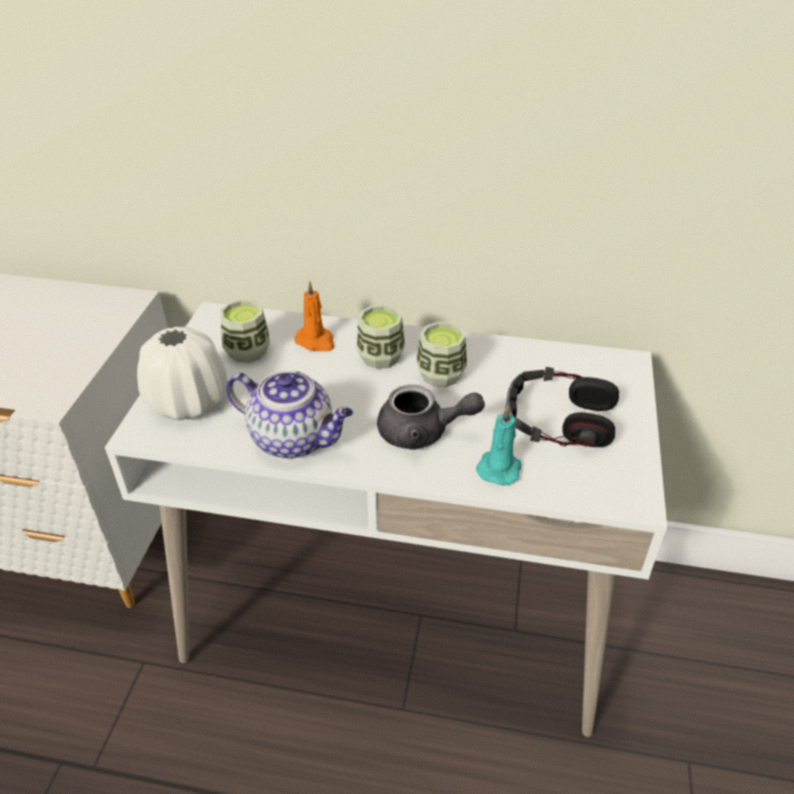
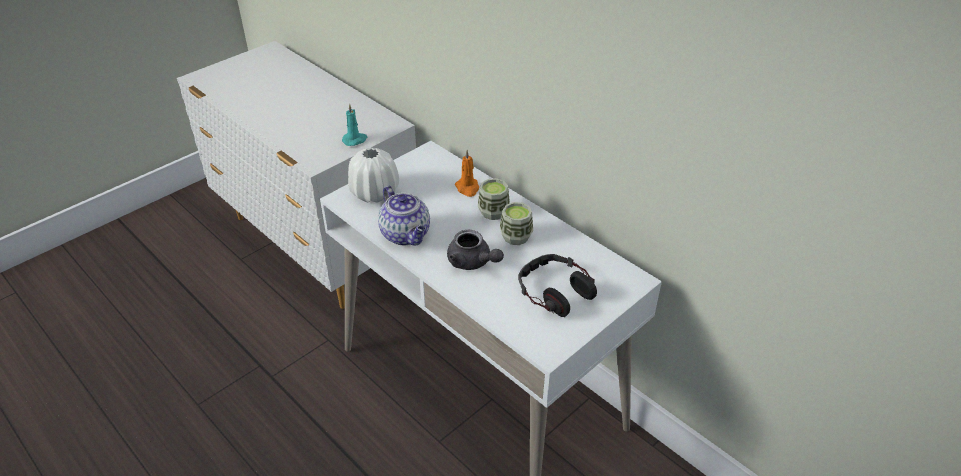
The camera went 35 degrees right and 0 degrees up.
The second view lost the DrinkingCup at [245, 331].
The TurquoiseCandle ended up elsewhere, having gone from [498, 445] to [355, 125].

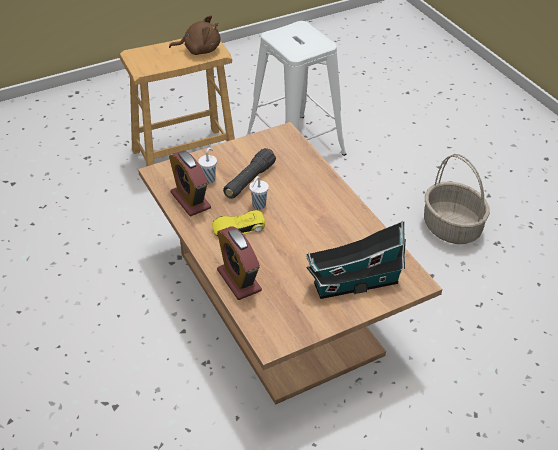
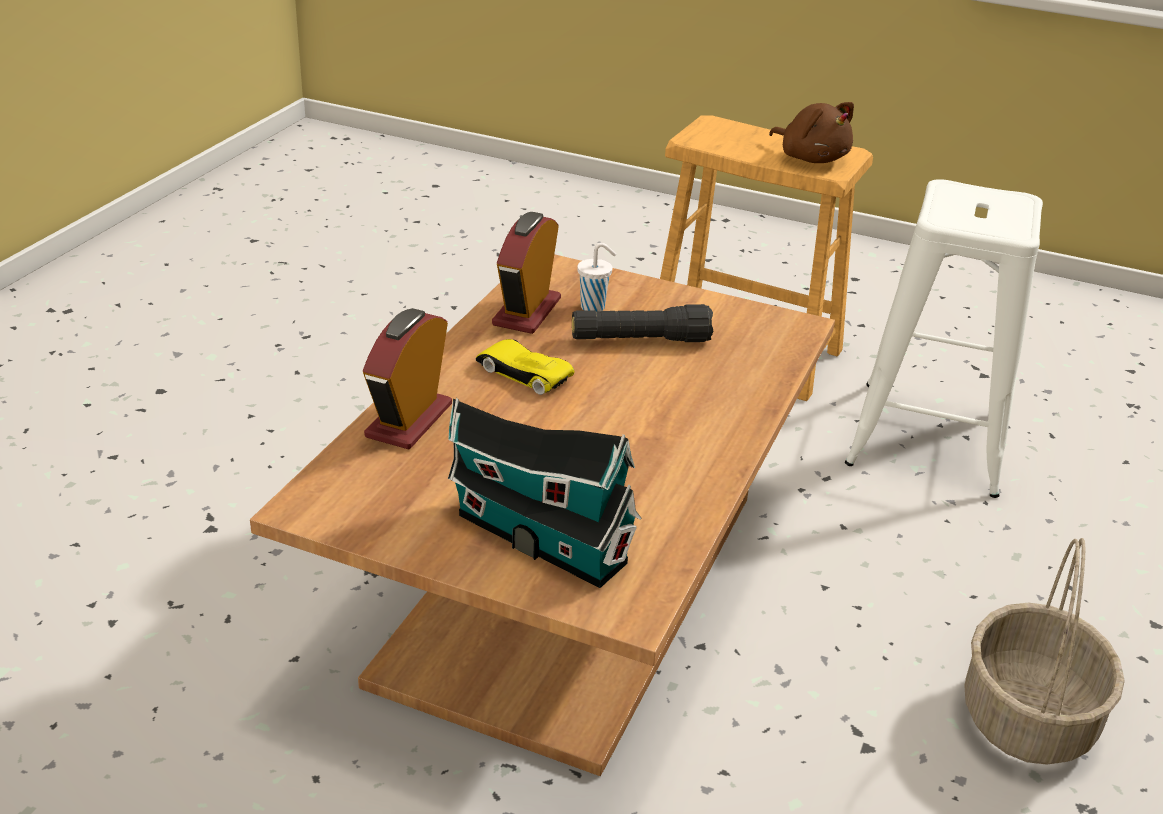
The camera went 50 degrees right and 10 degrees down.
The second view lost the WhiteDrinkingCup at [259, 193].

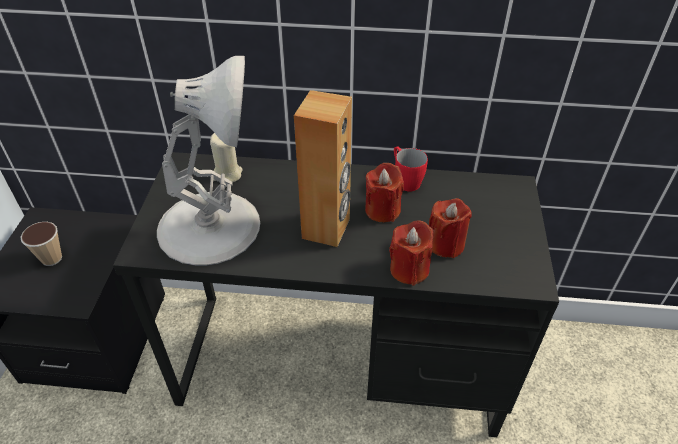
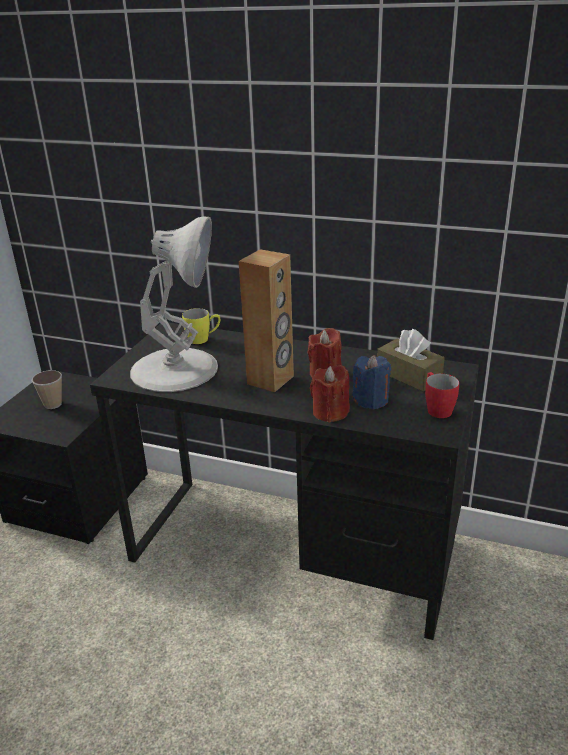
The camera went 15 degrees right and 15 degrees down.
Where the BeigeColouredCandle stood at [226, 157], the YellowishMug came to stand at [201, 326].
The RedMug ended up elsewhere, having gone from [411, 169] to [442, 395].
What was the RedCandle at [450, 228] turned into the BluishCandle at [371, 382].
The second view gained the BrownishTissueHolder at [411, 360].

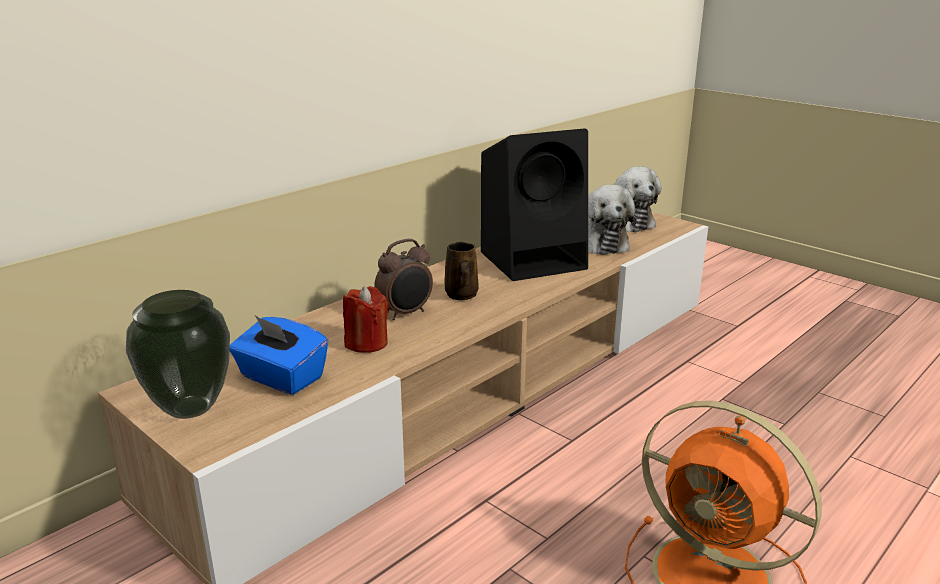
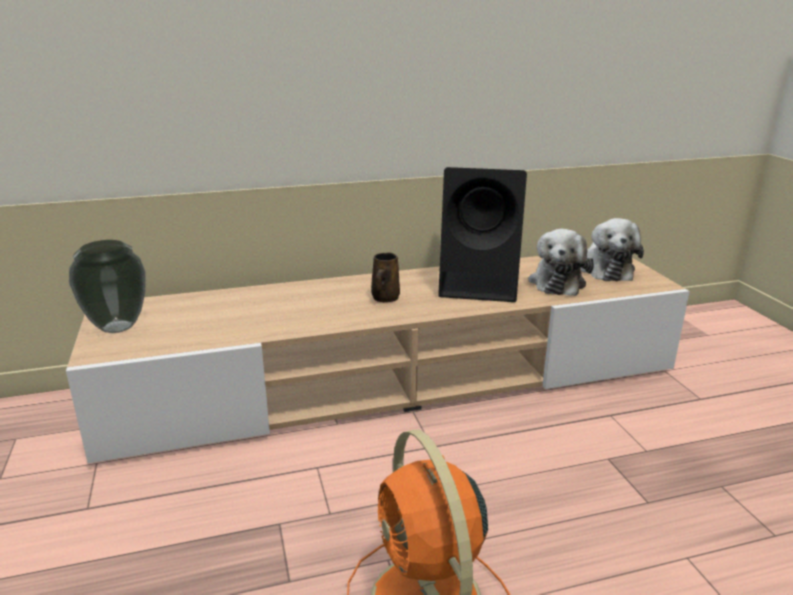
The camera went 30 degrees right and 0 degrees up.
The second view lost the BedsideClock at [403, 279].
The second view lost the RedCandle at [366, 319].
The second view lost the BluishTissueHolder at [279, 355].

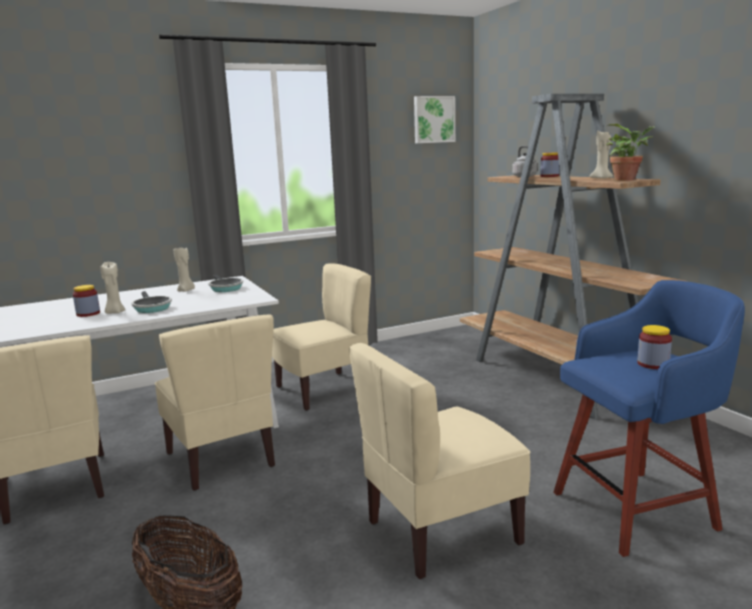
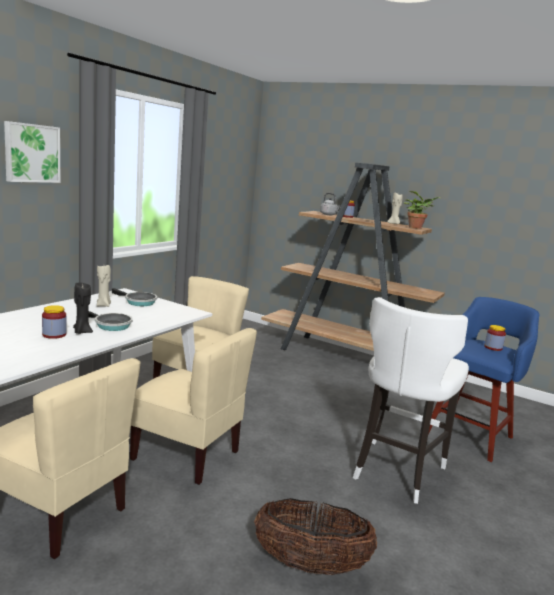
The camera went 35 degrees left and 0 degrees up.
The WallArt ended up elsewhere, having gone from [434, 119] to [32, 152].
What was the BeigeColouredCandle at [112, 288] turned into the BlackColouredCandle at [83, 308].
Where the BeigeColouredChair stood at [439, 461], the WhiteStool came to stand at [411, 400].

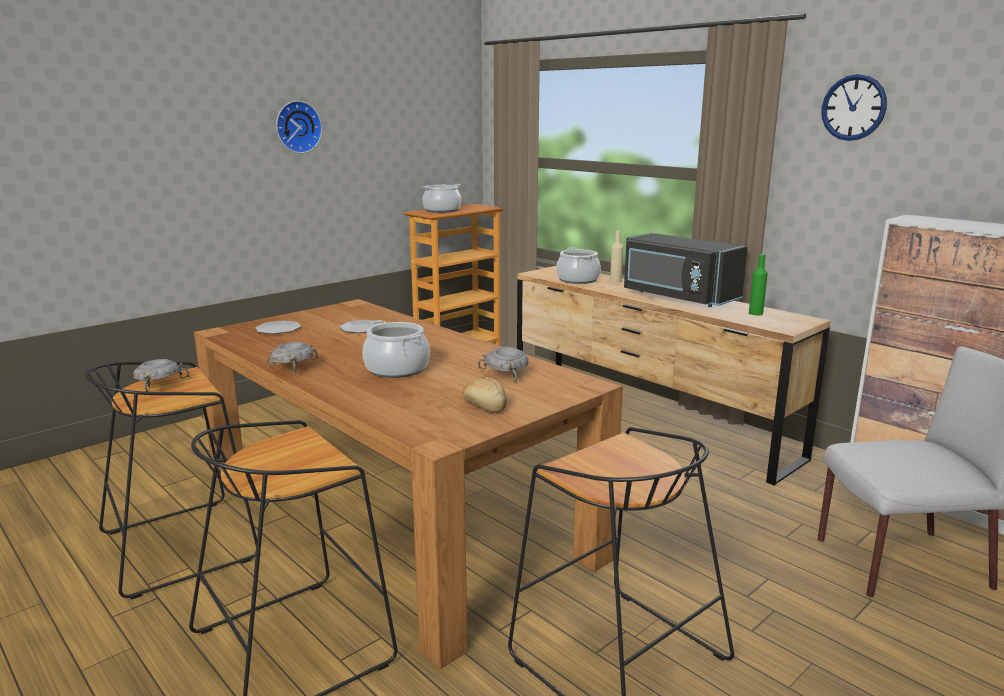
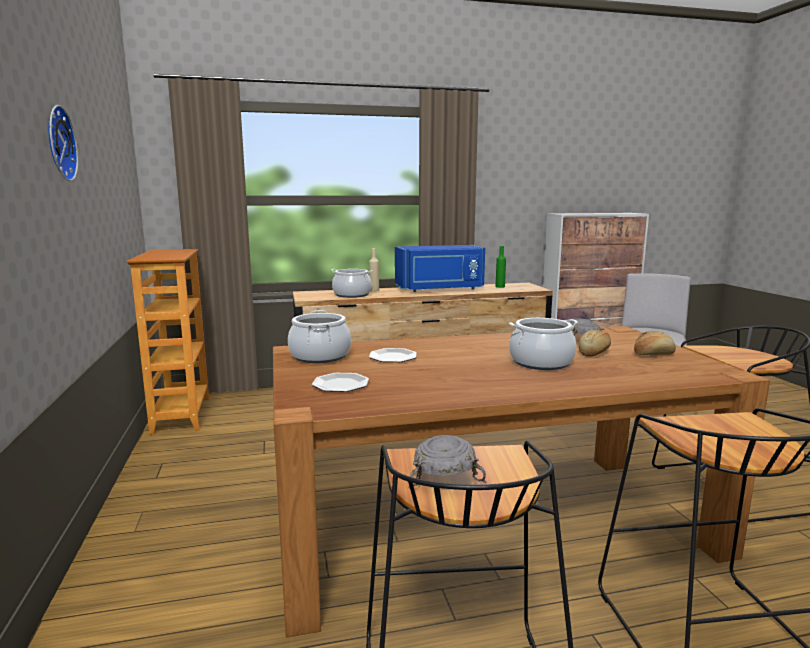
The camera went 60 degrees left and 5 degrees down.
The second view lost the HangingClock at [854, 107].
The CookingPot ended up elsewhere, having gone from [442, 198] to [319, 336].
What was the BlackColouredMicrowave at [686, 270] turned into the BluishMicrowave at [440, 268].
The second view lost the GreyBowl at [293, 358].
The second view gained the BakedBread at [595, 343].

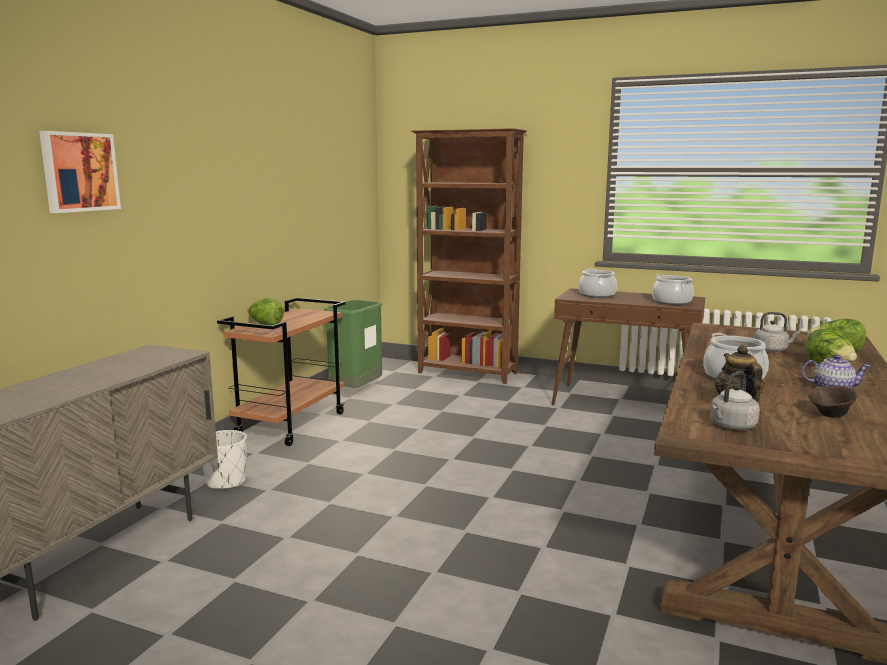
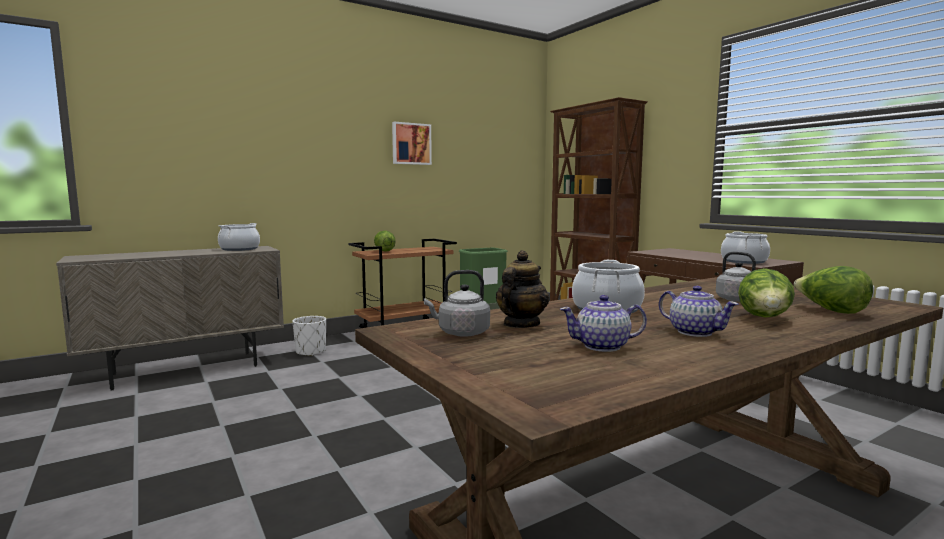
The camera went 35 degrees right and 5 degrees down.
The WallArt ended up elsewhere, having gone from [80, 172] to [412, 143].
The CookingPot ended up elsewhere, having gone from [598, 283] to [239, 237].
Where the BrownishBowl stood at [833, 402], the PotForTea came to stand at [603, 323].

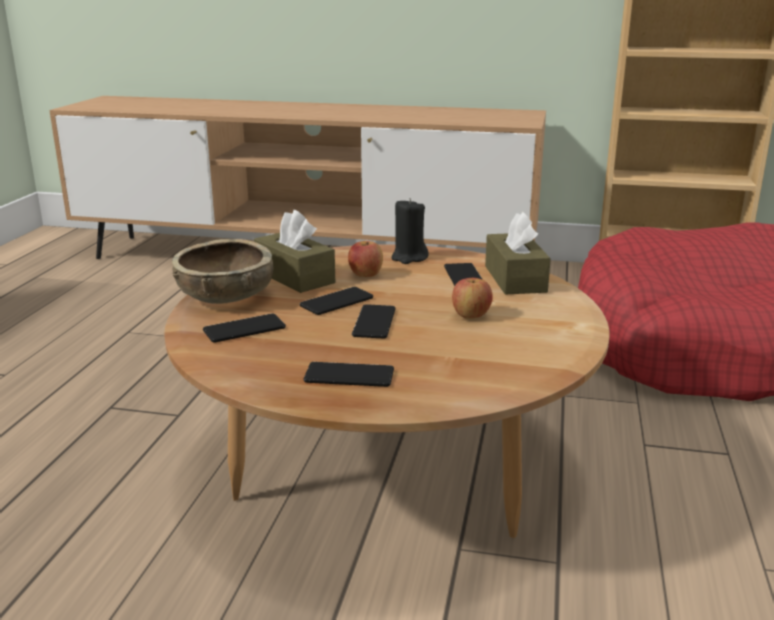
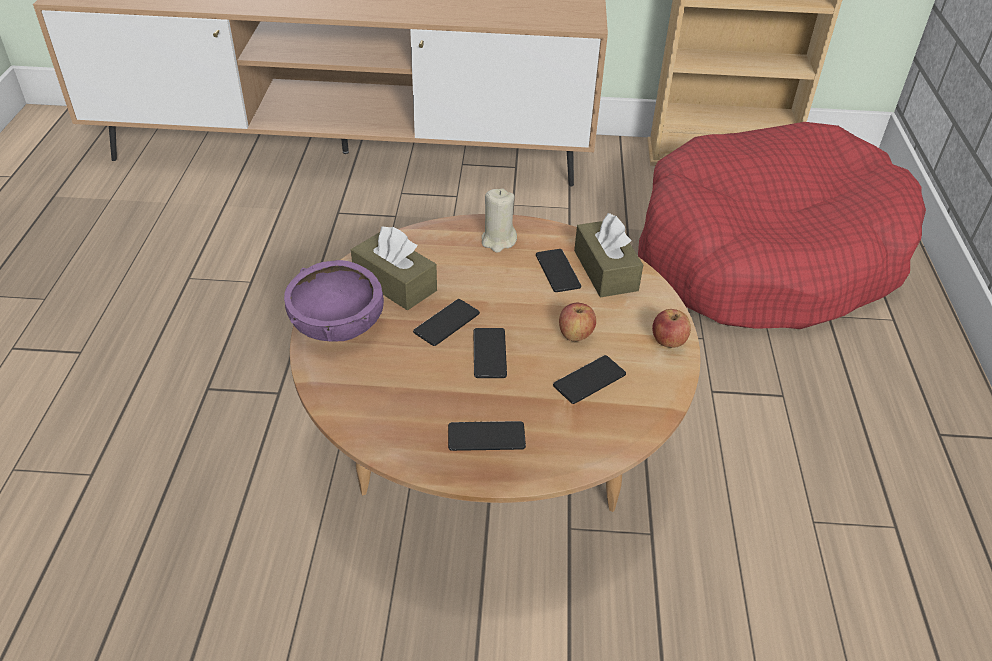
The camera went 10 degrees left and 20 degrees up.
What was the BlackColouredCandle at [410, 231] turned into the BeigeColouredCandle at [499, 220].
What was the BrownishBowl at [223, 271] turned into the PurplishBowl at [334, 301].
The Apple ended up elsewhere, having gone from [365, 259] to [671, 328].
The Phone ended up elsewhere, having gone from [244, 328] to [589, 379].

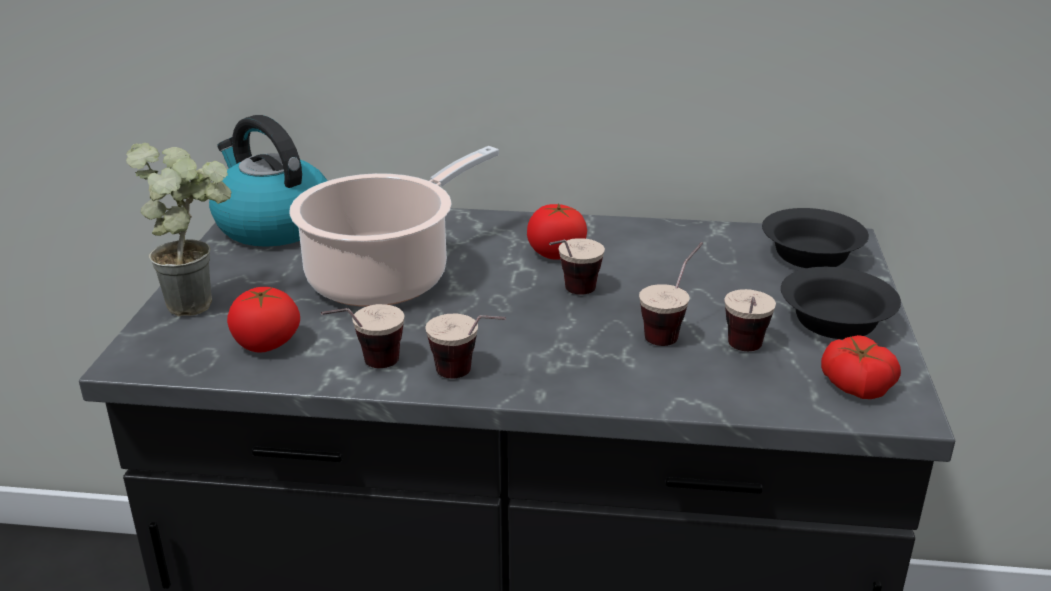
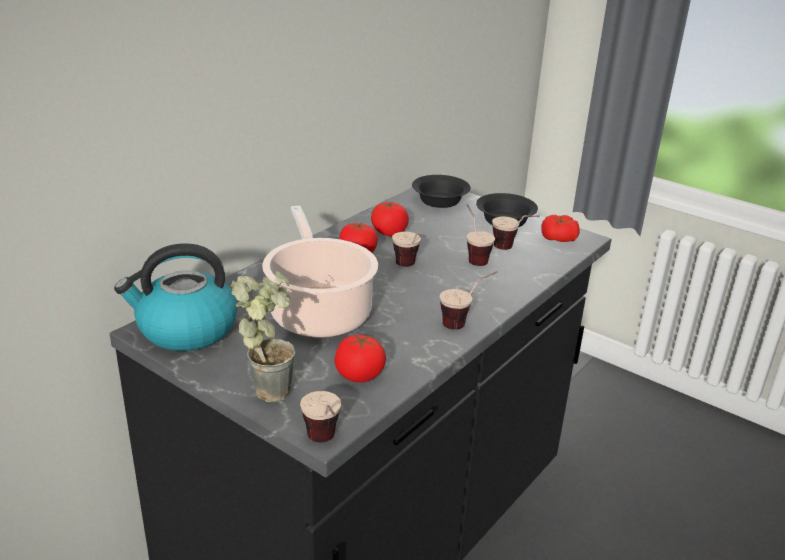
The camera went 60 degrees left and 0 degrees up.
The DrinkingCup ended up elsewhere, having gone from [362, 336] to [320, 417].
The second view gained the FreshTomato at [390, 219].

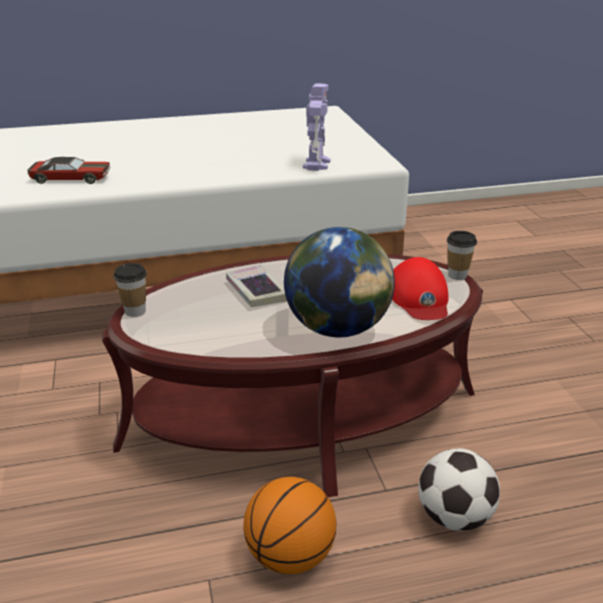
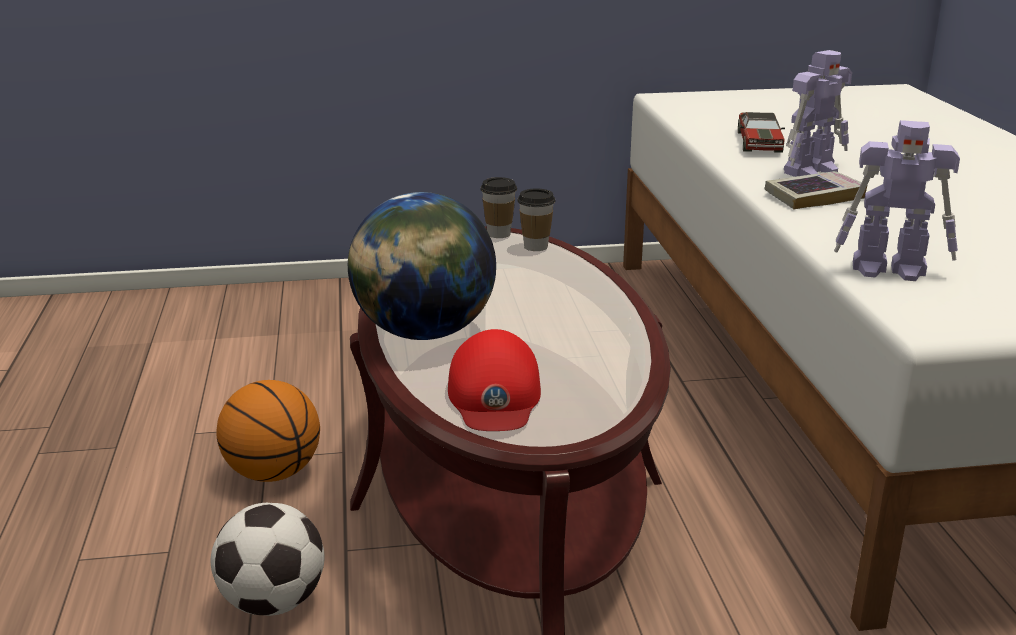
The camera went 95 degrees right and 5 degrees down.
The DrinkingCup ended up elsewhere, having gone from [462, 255] to [536, 220].
The RedPeakedCap at [420, 288] ended up facing another way, 90 degrees counterclockwise from before.
The Book ended up elsewhere, having gone from [256, 285] to [816, 190].
The second view gained the RobotFigure at [818, 113].

